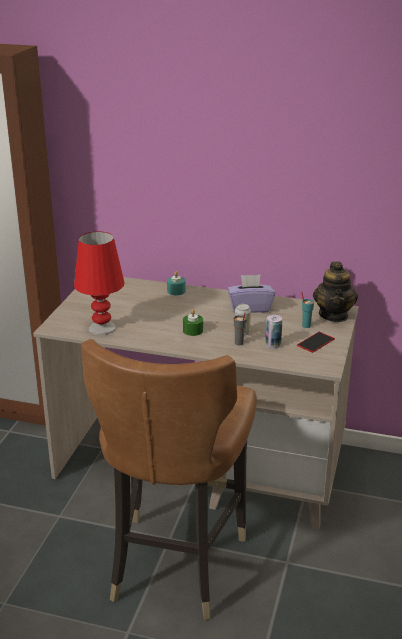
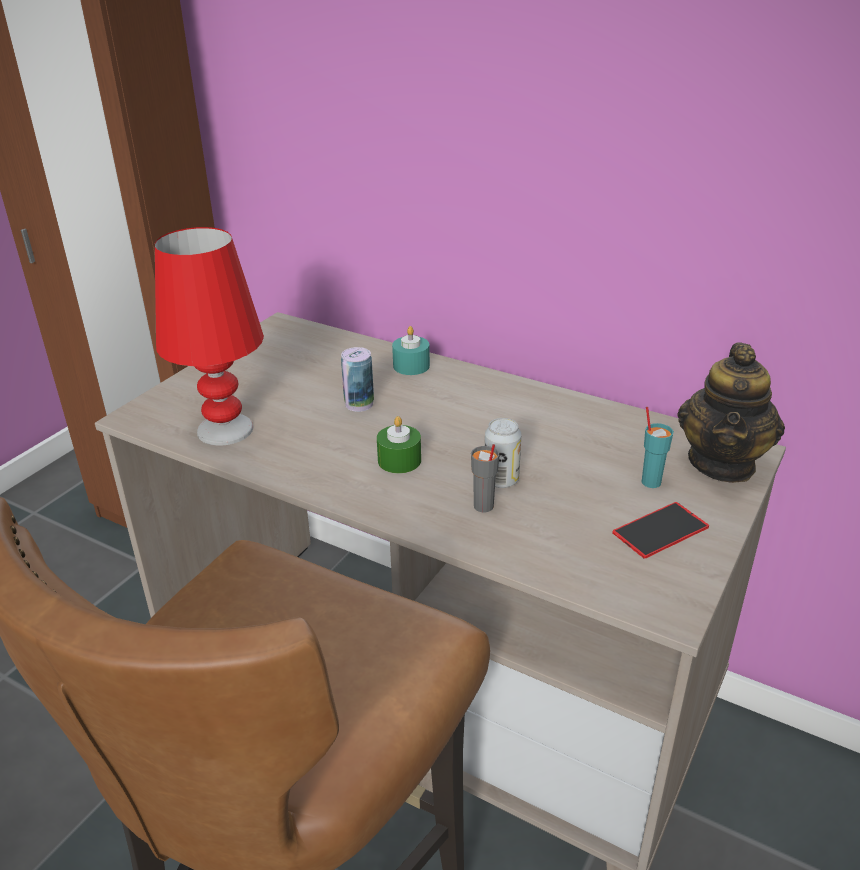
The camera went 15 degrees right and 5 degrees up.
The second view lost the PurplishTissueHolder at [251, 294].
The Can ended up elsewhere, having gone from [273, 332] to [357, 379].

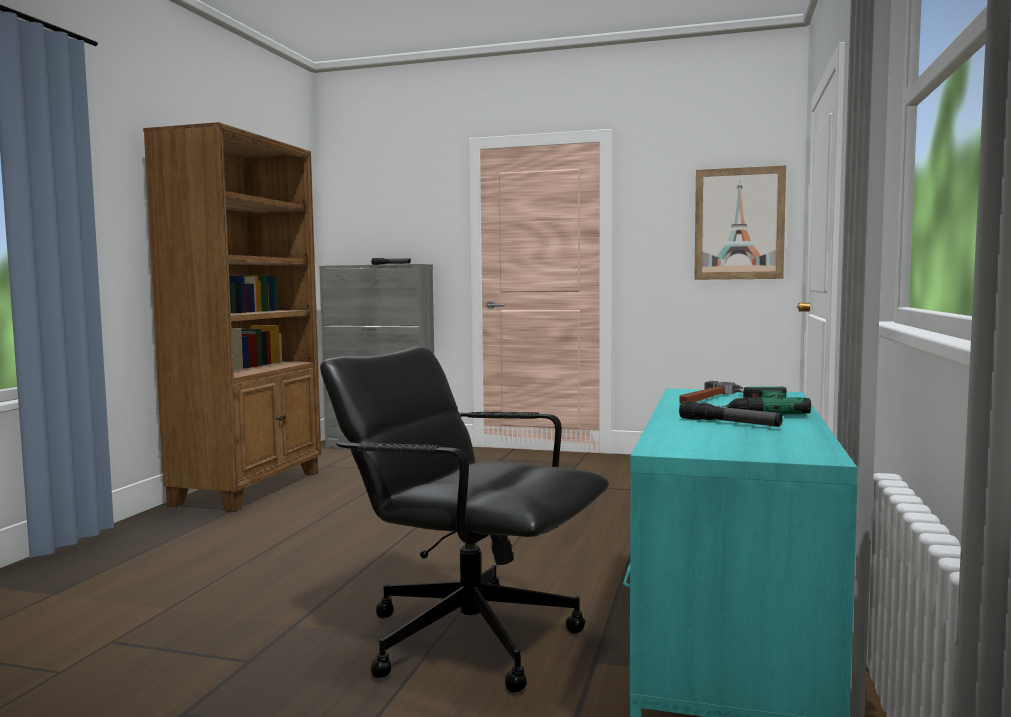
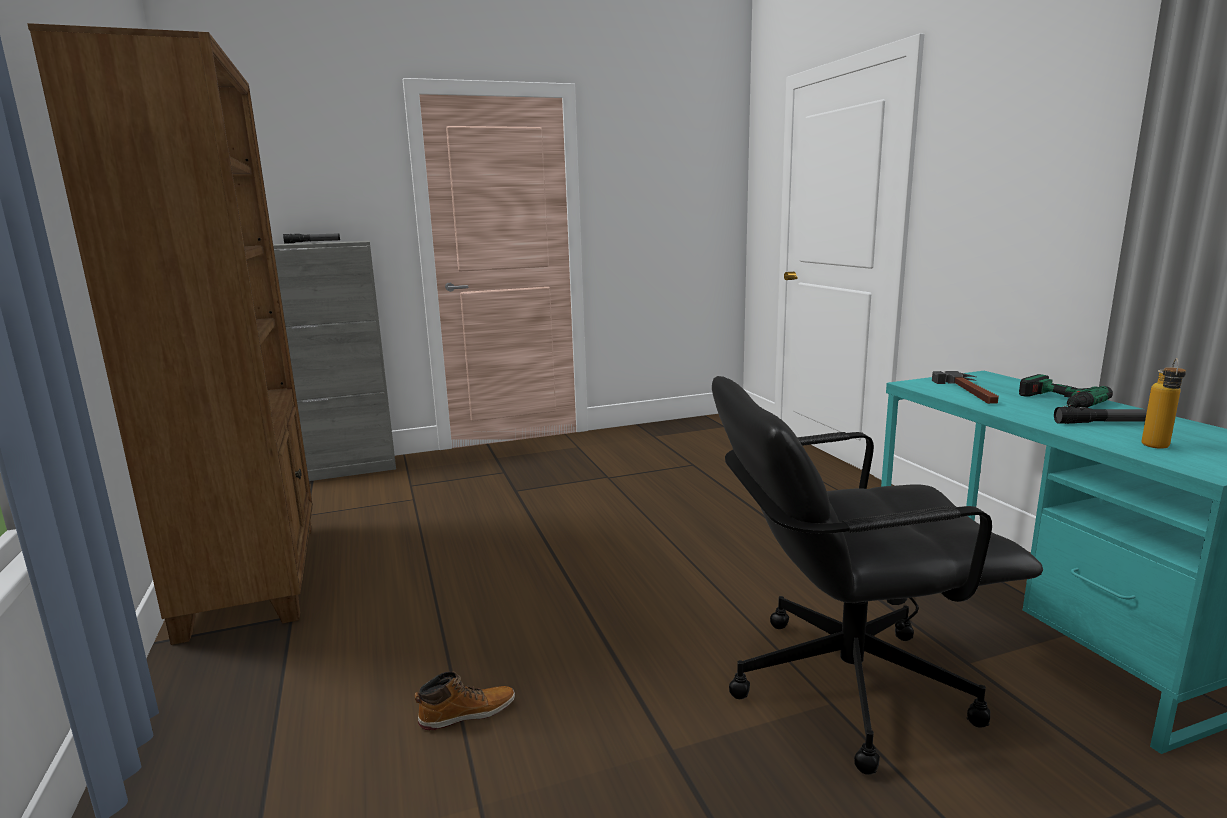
The camera went 35 degrees left and 10 degrees up.
The second view lost the WallArt at [740, 222].
The second view gained the DrinkBottle at [1164, 403].
The second view gained the HighTopBoot at [465, 700].

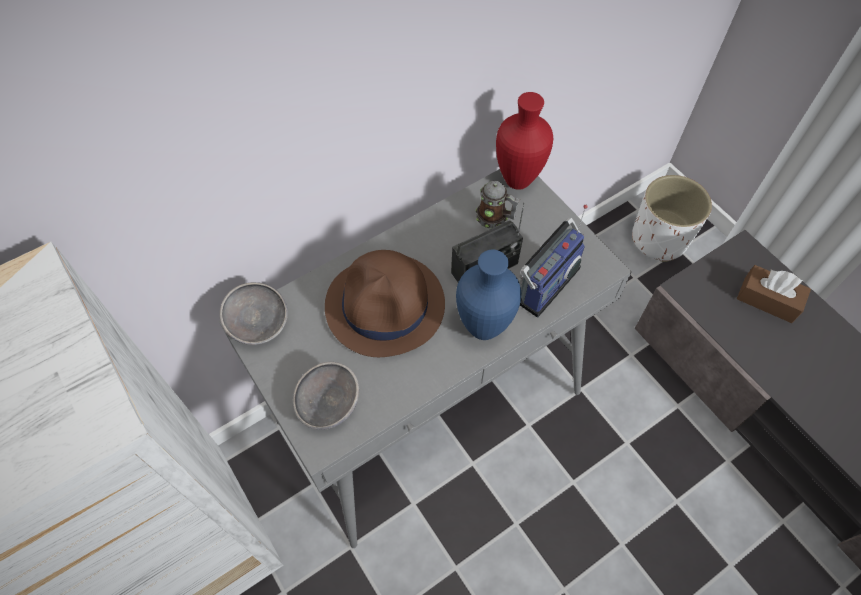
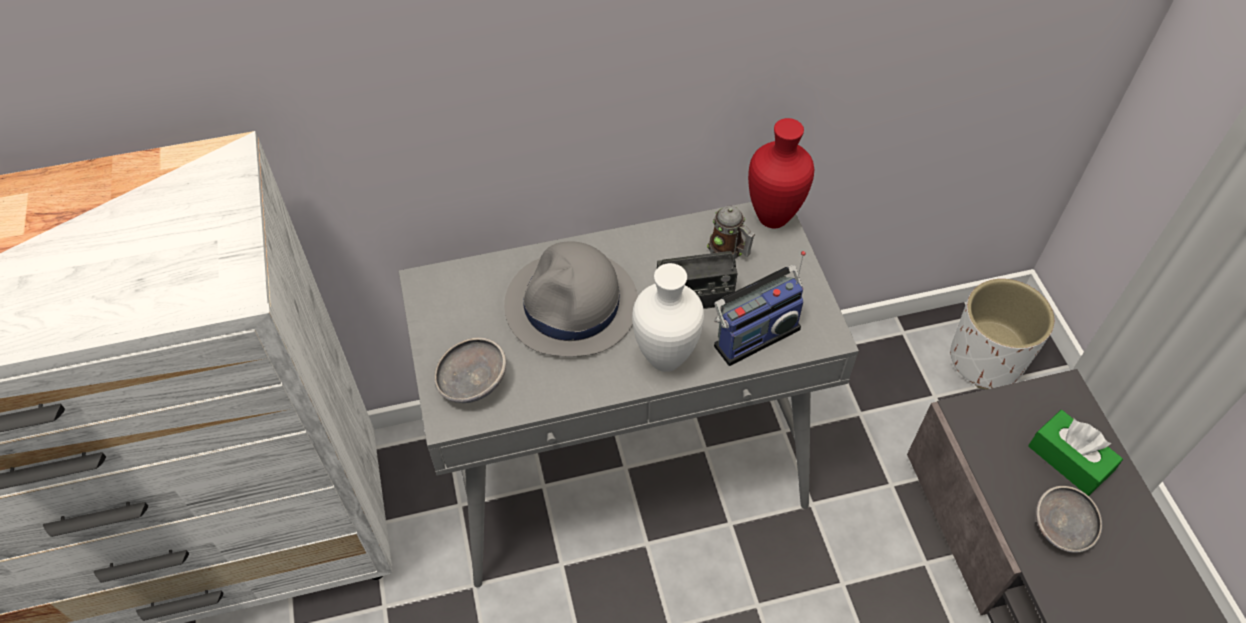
The camera went 20 degrees right and 5 degrees down.
What was the BluishVase at [488, 294] turned into the WhiteVase at [668, 317].
What was the BrownishClothingHat at [385, 303] turned into the GreyClothingHat at [571, 299].
What was the BrownishTissueHolder at [774, 294] turned into the GreenishTissueHolder at [1075, 453].
The GreyBowl ended up elsewhere, having gone from [254, 313] to [1069, 519].

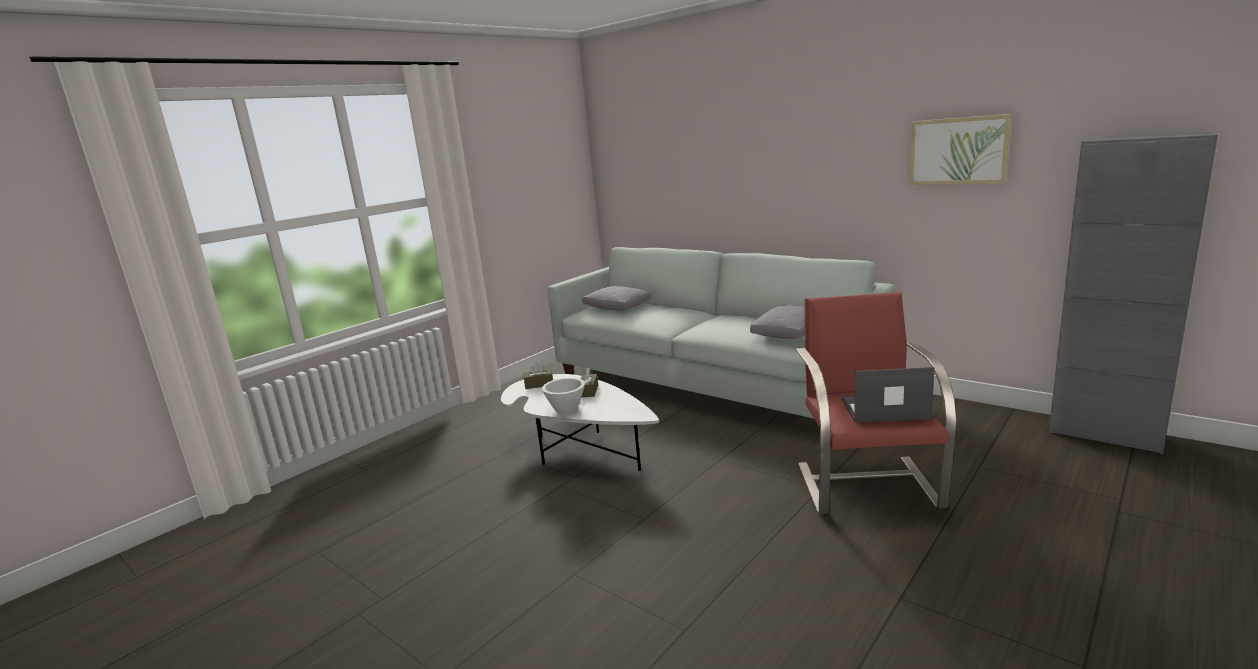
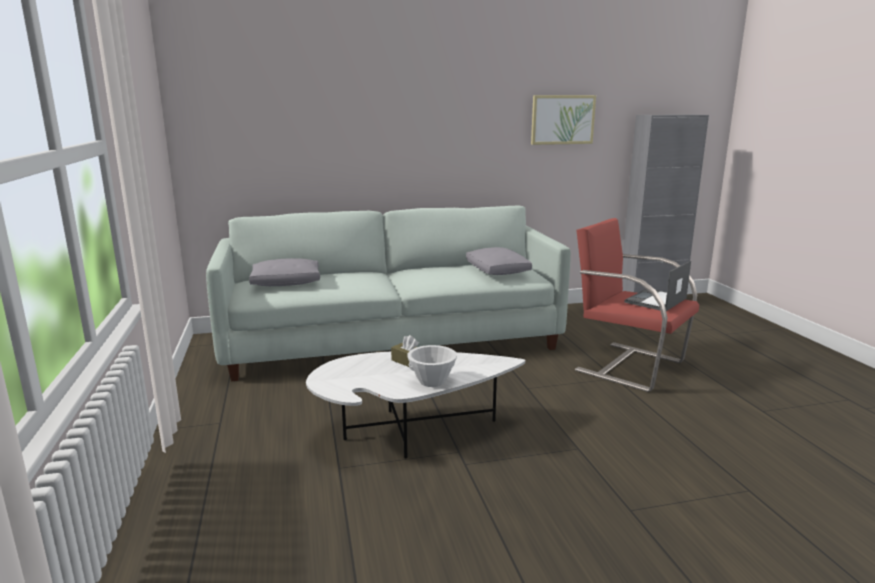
The camera went 55 degrees left and 0 degrees up.
The second view lost the BrownishTissueHolder at [538, 375].

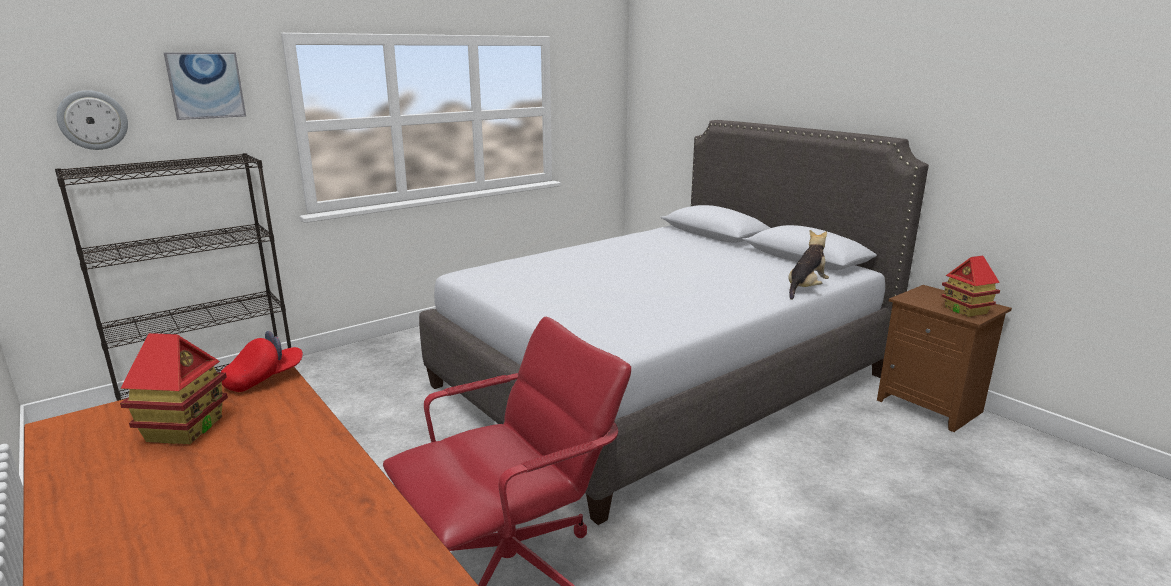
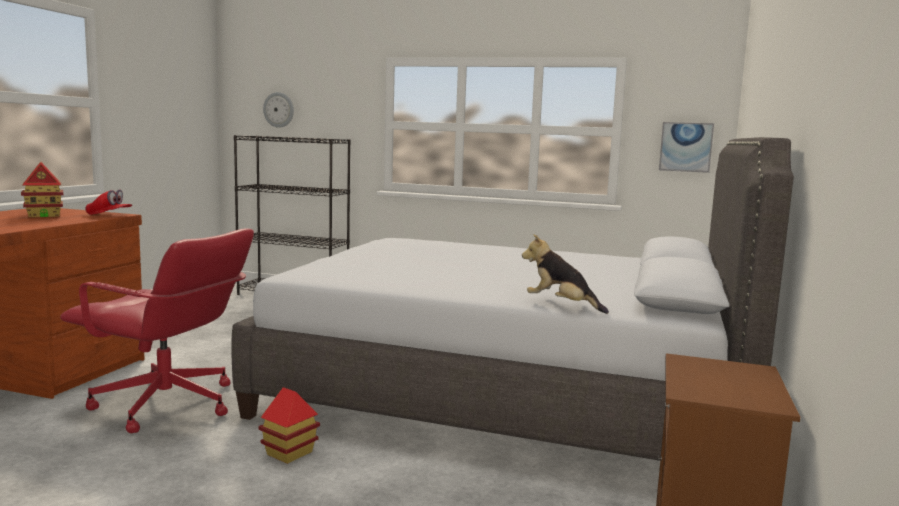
The camera went 55 degrees right and 10 degrees down.
The WallArt ended up elsewhere, having gone from [205, 86] to [686, 147].
The PlushToy at [808, 265] ended up facing another way, 150 degrees counterclockwise from before.
The MiniatureHouse ended up elsewhere, having gone from [970, 286] to [289, 425].

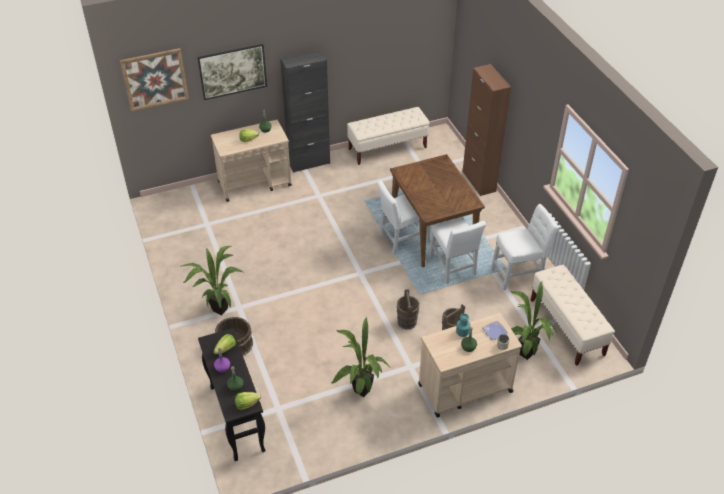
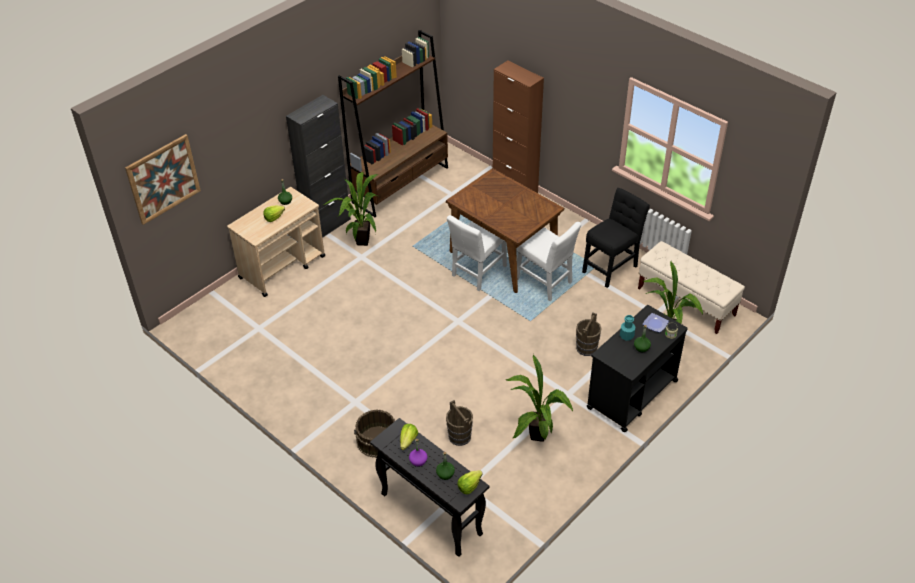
The camera went 25 degrees left and 0 degrees up.
The second view lost the WallArt at [232, 72].
Where the BeigeColouredBench stood at [388, 136], the BrownishBookcase came to stand at [393, 123].
What was the WhiteChair at [525, 247] turned into the BlackColouredChair at [616, 238].
The Houseplant ended up elsewhere, having gone from [212, 280] to [350, 209].
The BrownishPail ended up elsewhere, having gone from [408, 309] to [459, 423].
What was the BeigeColouredTrolley at [470, 365] turned into the BlackColouredTrolley at [637, 368].

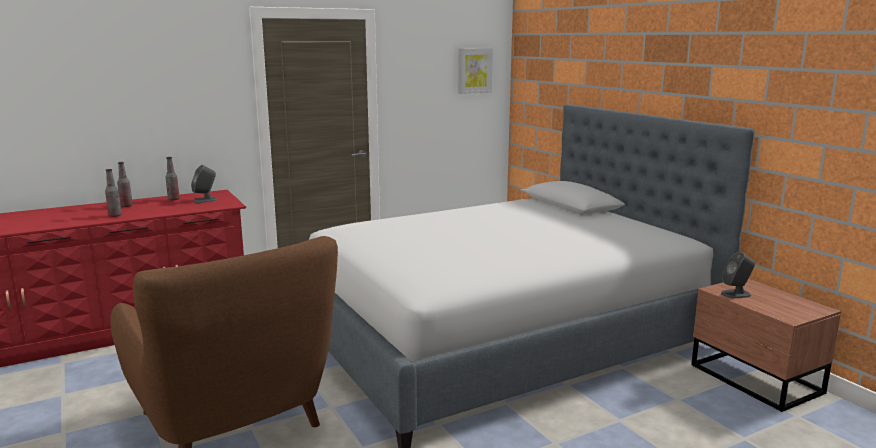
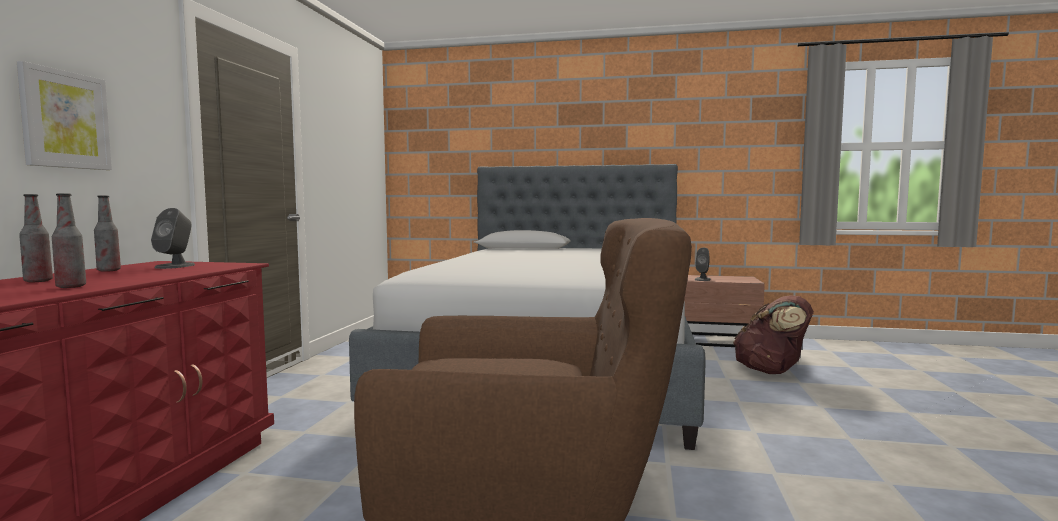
The camera went 50 degrees left and 10 degrees down.
The WallArt ended up elsewhere, having gone from [475, 71] to [64, 115].
The second view gained the BrownishBackpack at [773, 334].

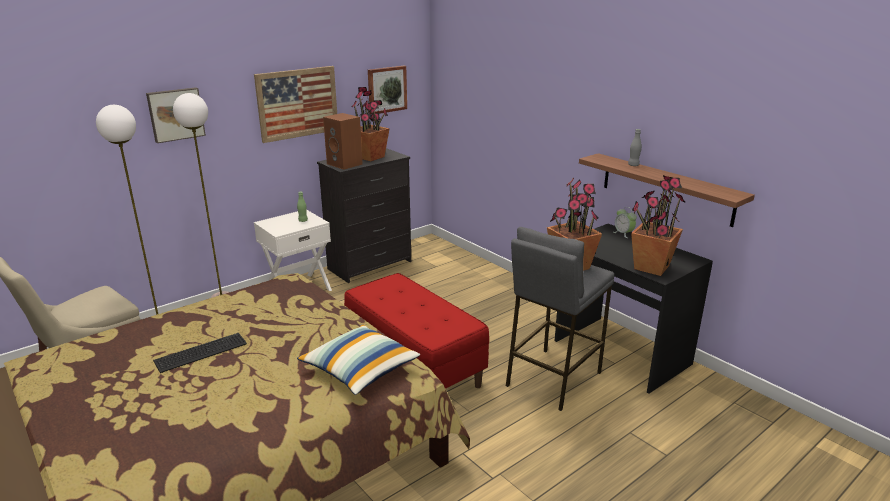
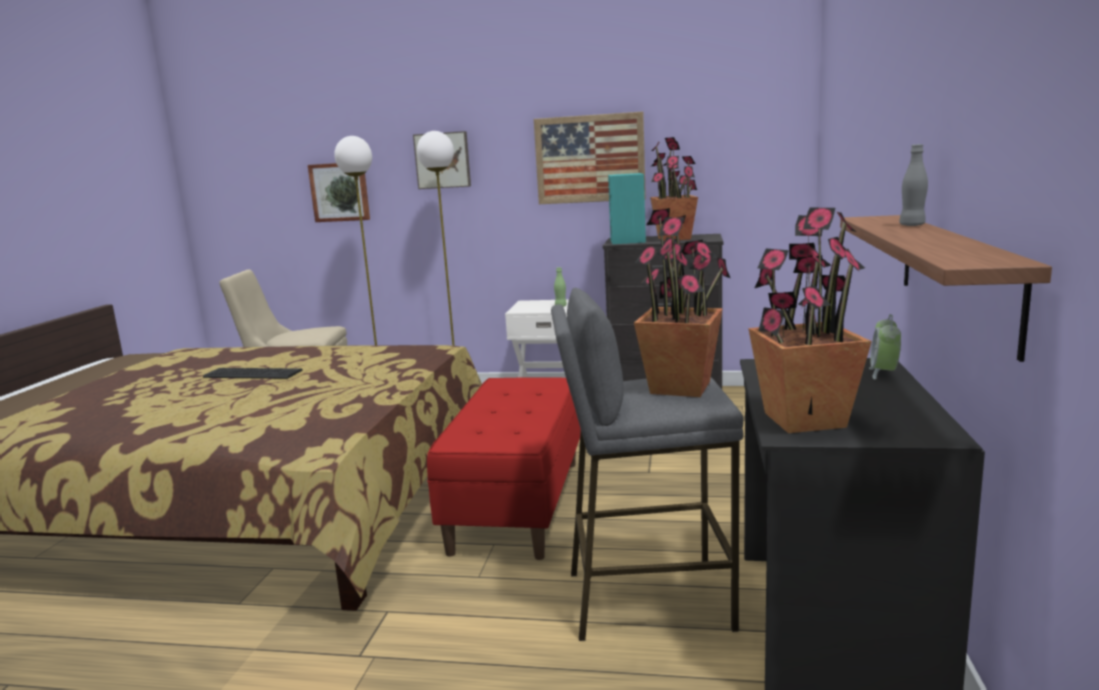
The camera went 50 degrees right and 10 degrees down.
The WallArt ended up elsewhere, having gone from [387, 90] to [339, 192].
What was the BrownishSpeaker at [343, 141] turned into the TurquoiseSpeaker at [627, 208].
The second view lost the ThrowPillow at [358, 360].

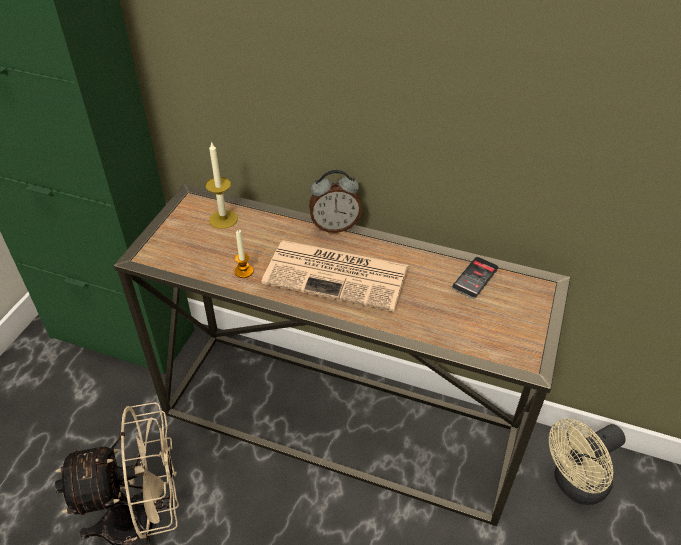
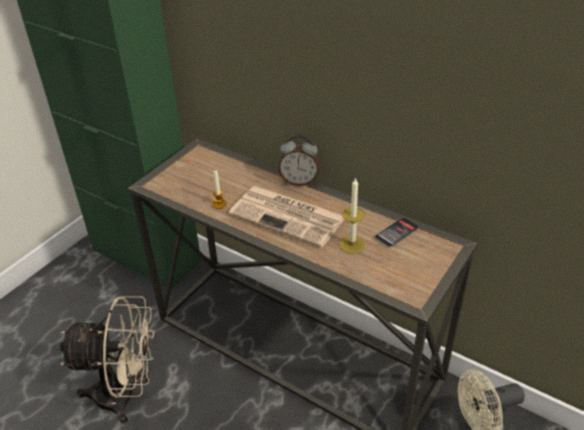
The camera went 15 degrees right and 5 degrees down.
The Candle ended up elsewhere, having gone from [221, 185] to [352, 215].

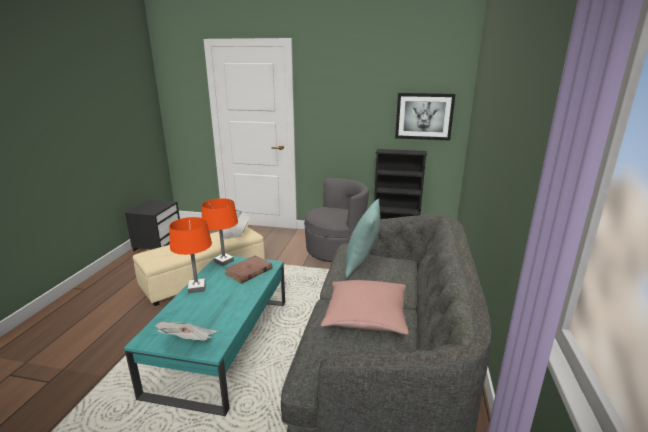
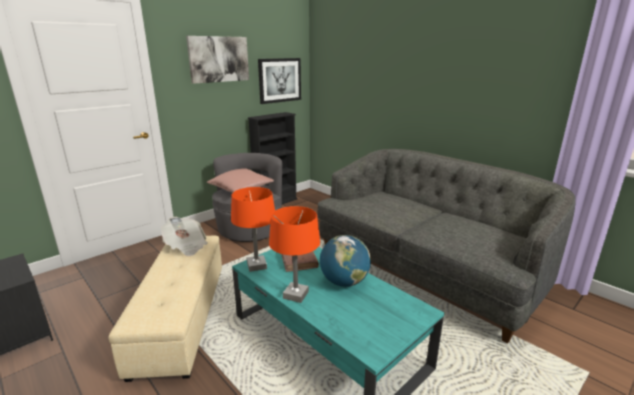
The camera went 55 degrees left and 0 degrees up.
The second view lost the TurquoiseThrowPillow at [362, 238].
The PinkColouredThrowPillow ended up elsewhere, having gone from [364, 307] to [240, 180].
The second view lost the Newspaper at [186, 331].
The second view gained the WallArt at [217, 60].
The second view gained the DeskGlobe at [345, 261].

